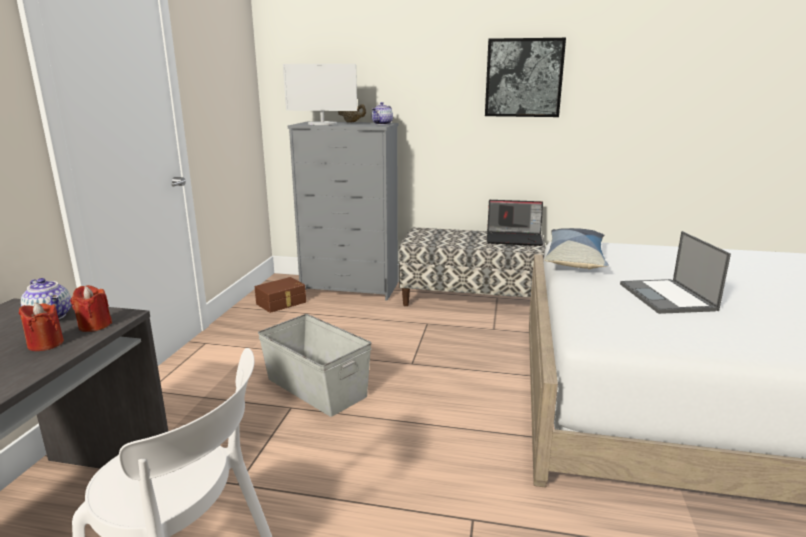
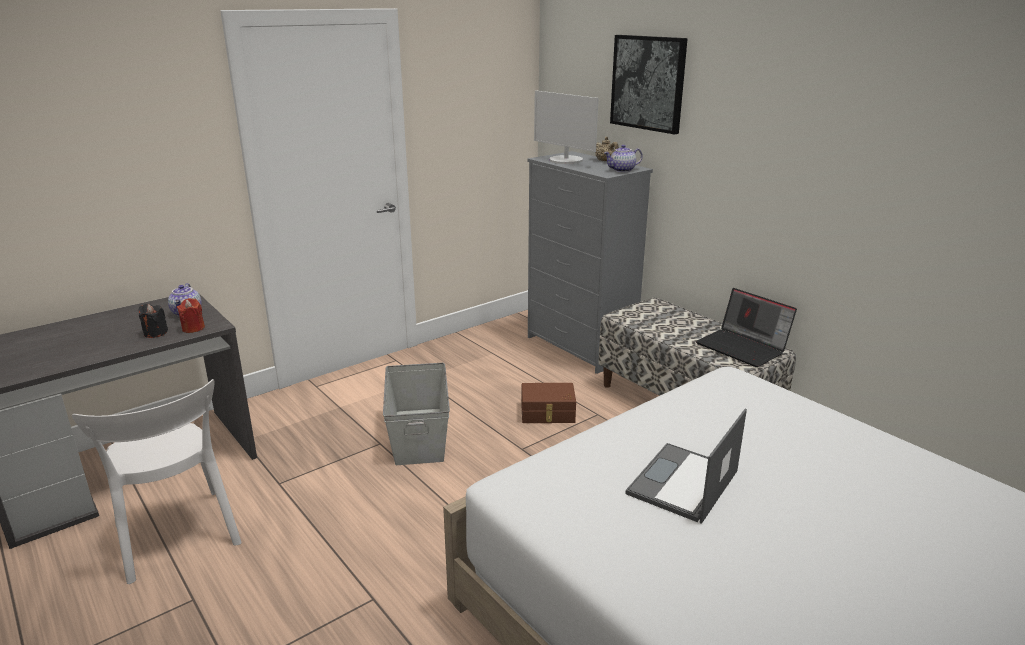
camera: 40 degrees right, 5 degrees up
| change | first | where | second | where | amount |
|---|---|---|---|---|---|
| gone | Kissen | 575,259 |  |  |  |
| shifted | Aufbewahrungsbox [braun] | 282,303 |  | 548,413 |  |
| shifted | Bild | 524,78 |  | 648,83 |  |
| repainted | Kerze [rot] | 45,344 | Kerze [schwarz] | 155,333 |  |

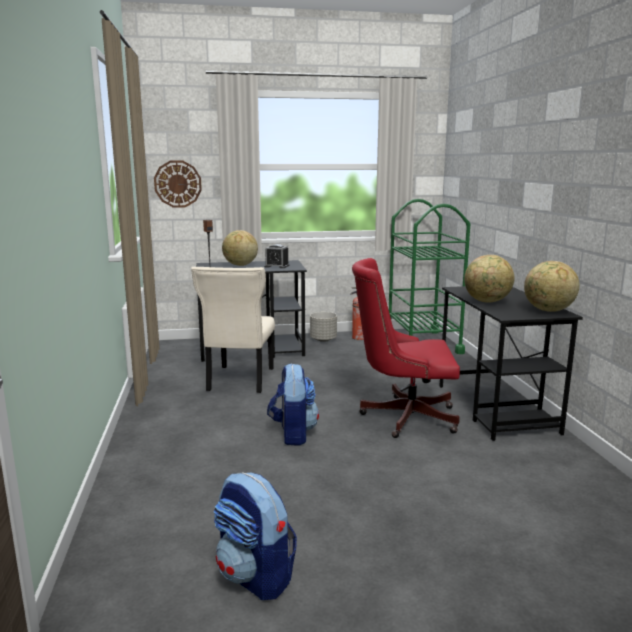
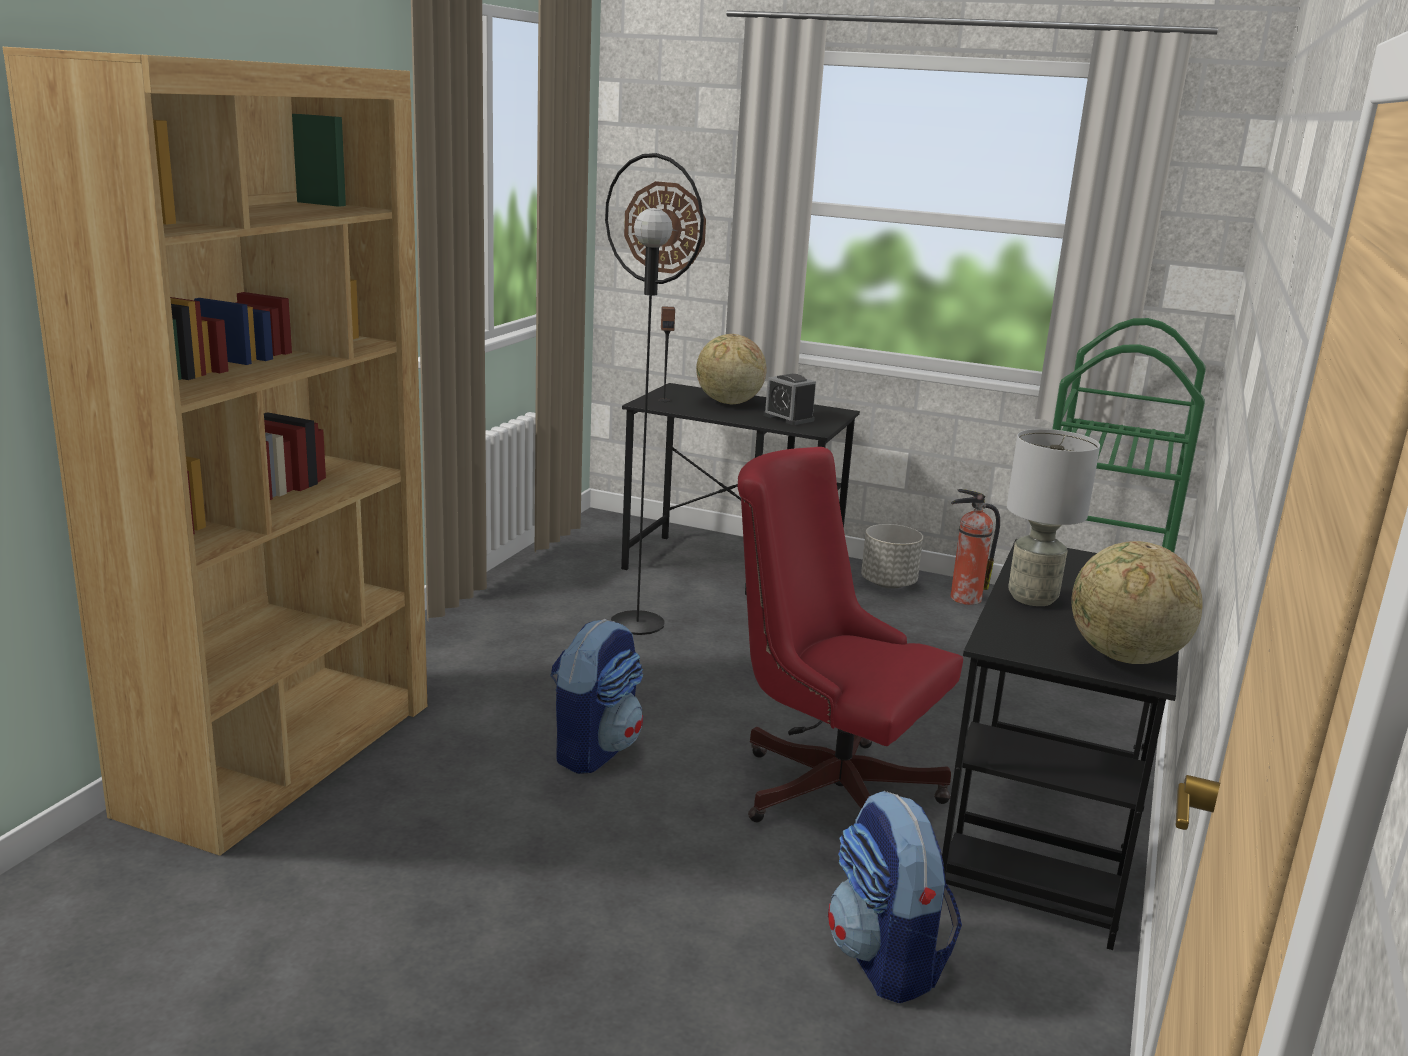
camera: 30 degrees right, 5 degrees up
| change | first | where | second | where | amount |
|---|---|---|---|---|---|
| new |  |  | Bücherregal [braun] | 283,756 |  |
| shifted | Rucksack | 255,576 |  | 886,960 |  |
| swapped | Stuhl [beige] | 239,380 | Stehlampe [schwarz] | 636,623 |  |
| swapped | Globus | 487,302 | Tischlampe [grau] | 1032,599 |  |

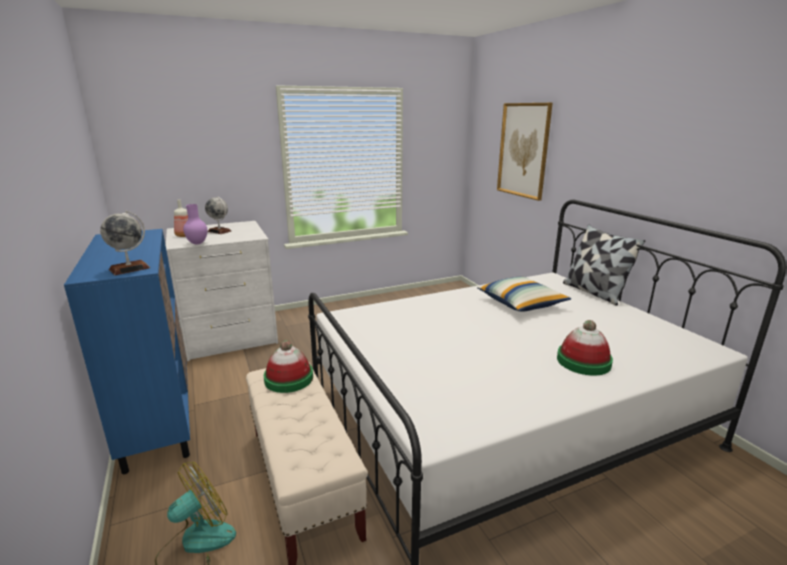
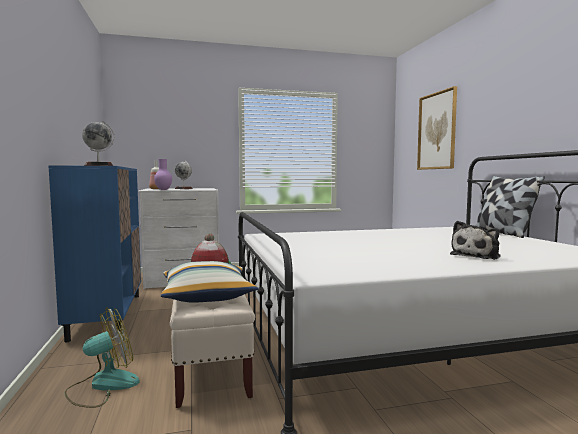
camera: 10 degrees right, 15 degrees down
| change | first | where | second | where | amount |
|---|---|---|---|---|---|
| shifted | Kissen | 521,304 |  | 207,296 |  |
| swapped | Hut | 583,361 | Plüschtier | 477,256 |  |

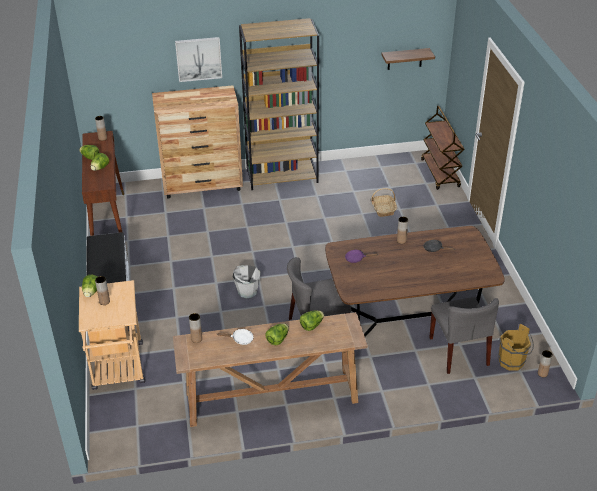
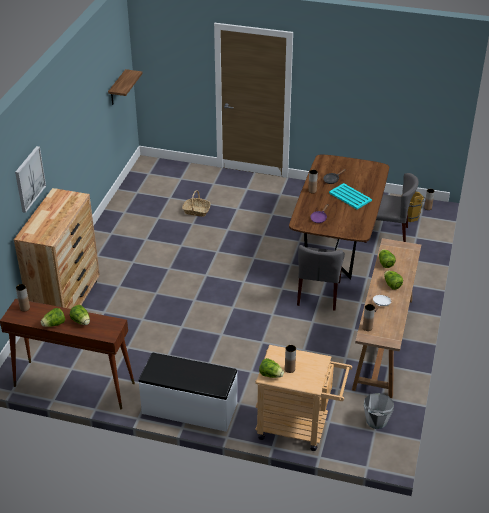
camera: 65 degrees left, 0 degrees up
| change | first | where | second | where | amount |
|---|---|---|---|---|---|
| gone | Bücherregal [braun] | 282,176 |  |  |  |
| gone | Rollwagen [braun] | 440,173 |  |  |  |
| new |  |  | Tablett [türkis] | 350,197 |  |
| shifted | Eimer [grau] | 247,291 |  | 376,421 |  |

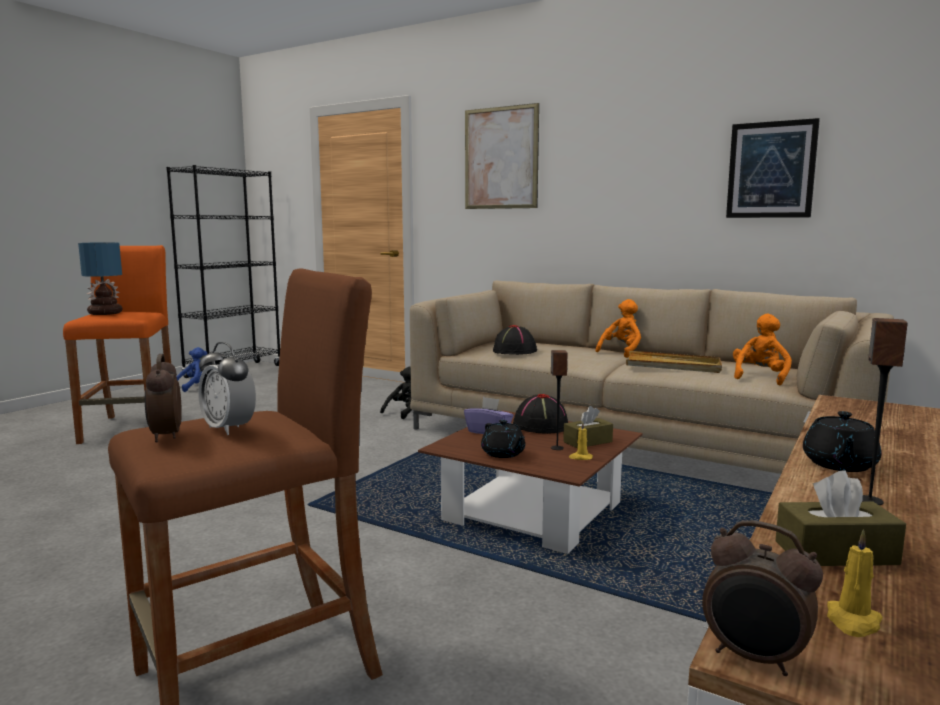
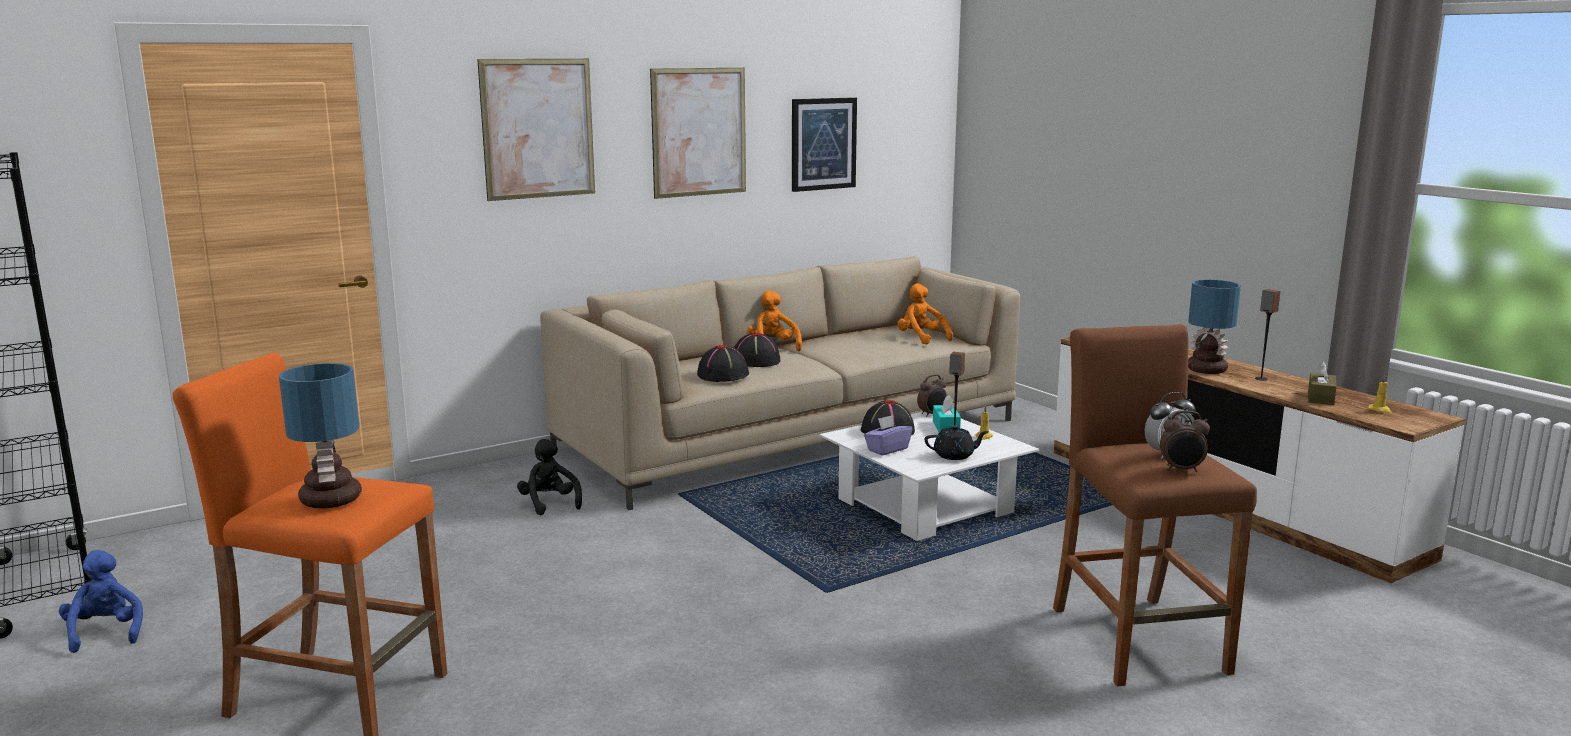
camera: 65 degrees left, 5 degrees up
| change | first | where | second | where | amount |
|---|---|---|---|---|---|
| gone | Tablett [beige] | 673,366 |  |  |  |
| new |  |  | Bild | 699,132 |  |
| new |  |  | Hut [schwarz] | 755,361 |  |
| shifted | Wecker | 754,659 |  | 932,414 |  |
| swapped | Teekanne [schwarz] | 839,465 | Tischlampe | 1208,370 |  |
| repainted | Couchtisch [braun] | 533,512 | Couchtisch [weiß] | 925,506 |  |
| repainted | Taschentuchbox [braun] | 587,442 | Taschentuchbox [türkis] | 946,427 |  |

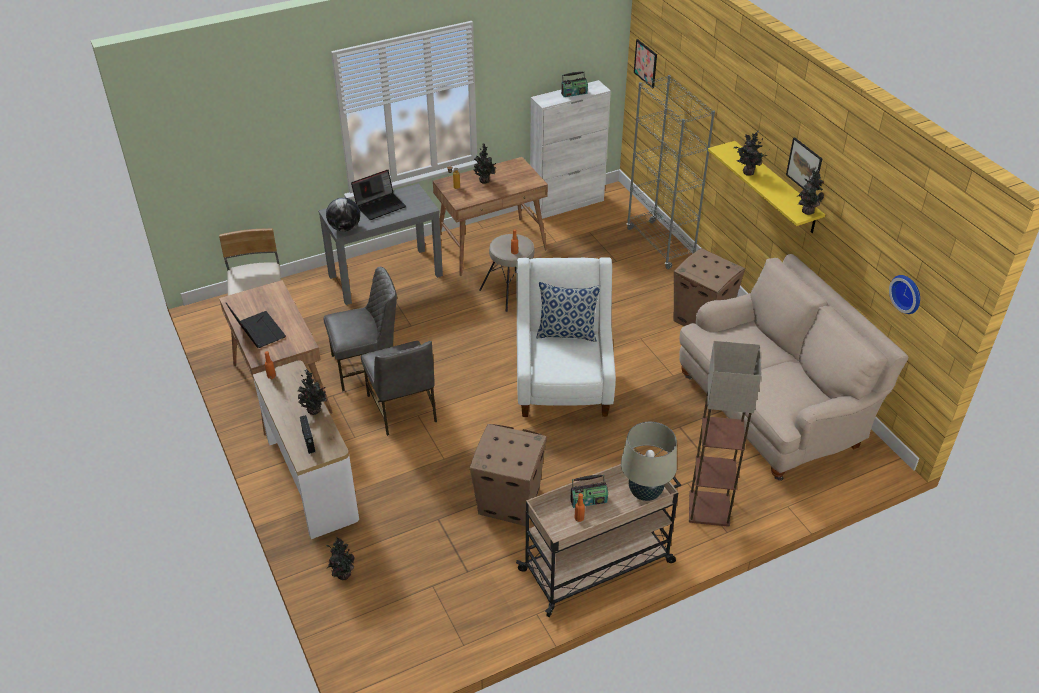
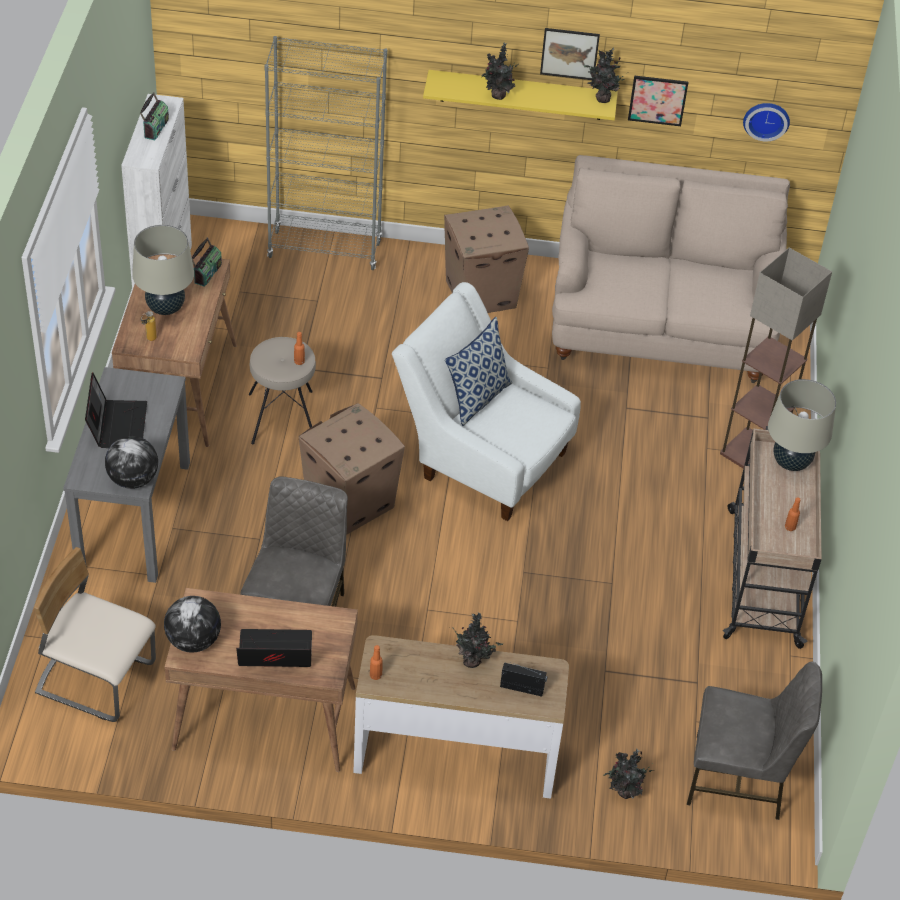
camera: 60 degrees left, 5 degrees up
| change | first | where | second | where | amount |
|---|---|---|---|---|---|
| new |  |  | Globus | 193,641 |  |
| shifted | Stuhl [grau] | 403,409 |  | 739,779 |  |
| shifted | Karton | 508,501 |  | 348,503 |  |
| shifted | Radio | 588,500 |  | 207,273 |  |
| shifted | Bild | 645,63 |  | 657,100 |  |
| swapped | Topfpflanze | 484,181 | Tischlampe [beige] | 165,308 |  |

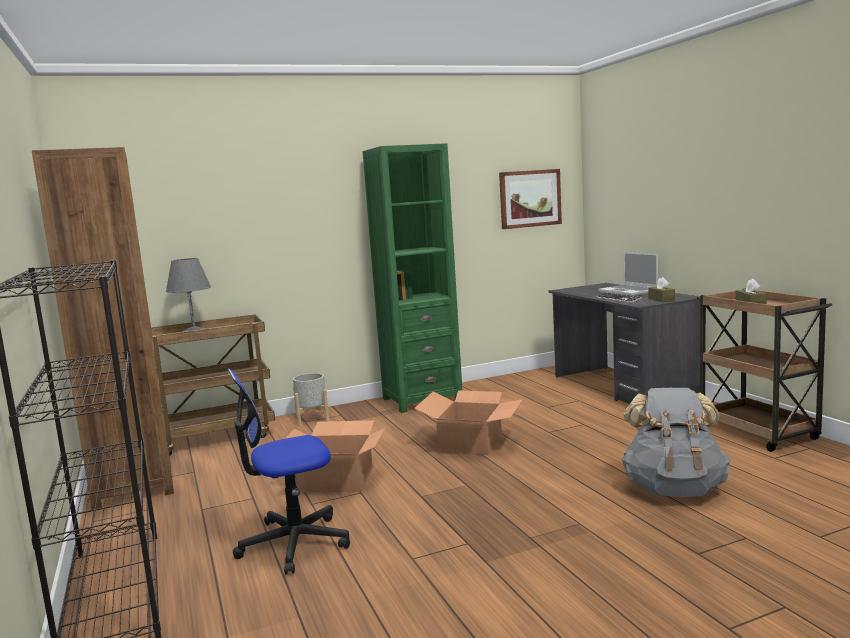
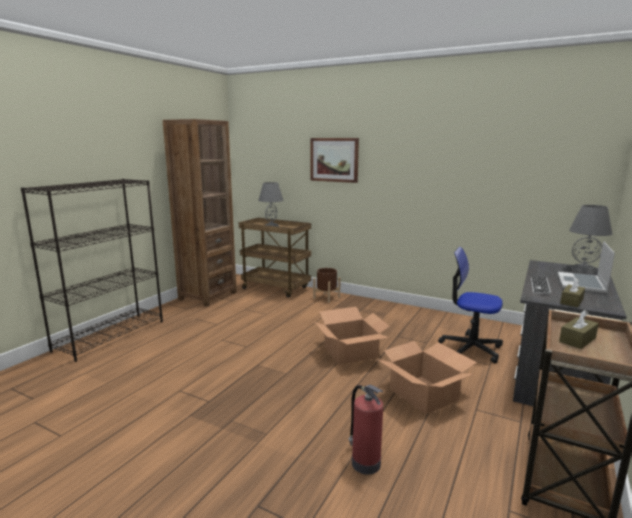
camera: 50 degrees right, 5 degrees up
| change | first | where | second | where | amount |
|---|---|---|---|---|---|
| gone | Bücherregal [grün] | 422,399 |  |  |  |
| new |  |  | Tischlampe [grau] | 583,269 |  |
| shifted | Bürostuhl | 293,543 |  | 470,348 |  |
| shifted | Karton | 336,479 |  | 424,394 |  |
| shifted | Bild | 530,198 |  | 334,160 |  |
| swapped | Rucksack [grau] | 674,489 | Feuerlöscher | 365,462 |  |
| repainted | Pflanzkübel [grau] | 312,419 | Pflanzkübel [braun] | 326,297 |  |

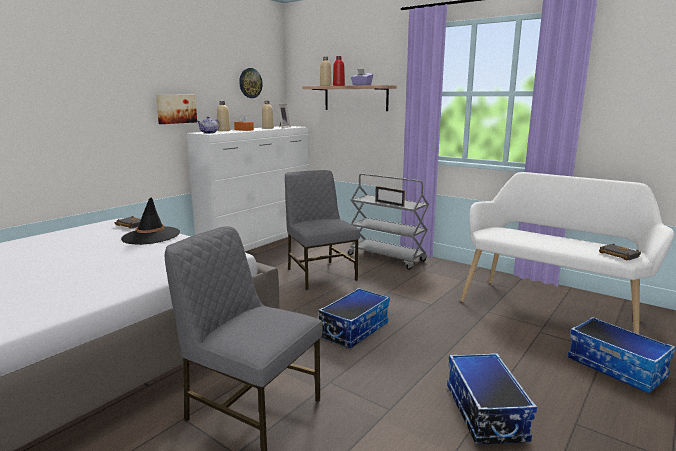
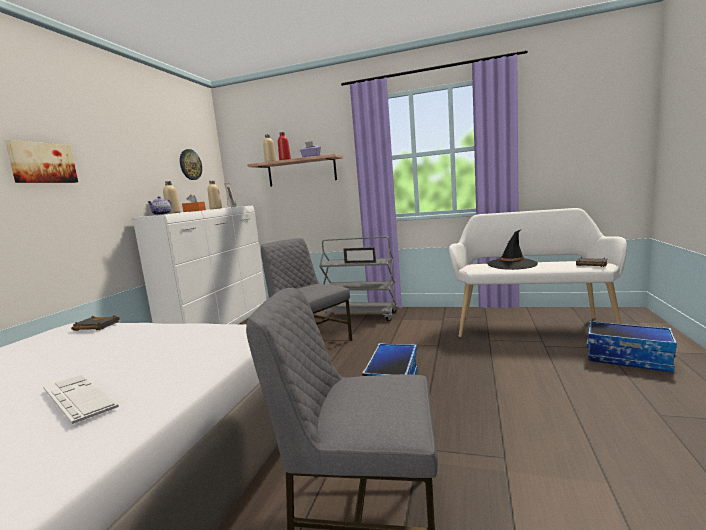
camera: 20 degrees left, 5 degrees down
| change | first | where | second | where | amount |
|---|---|---|---|---|---|
| gone | Aufbewahrungsbox | 484,412 |  |  |  |
| new |  |  | Tastatur | 79,398 |  |
| shifted | Hut [schwarz] | 151,236 |  | 512,264 |  |
| shifted | Bild | 176,109 |  | 42,163 |  |

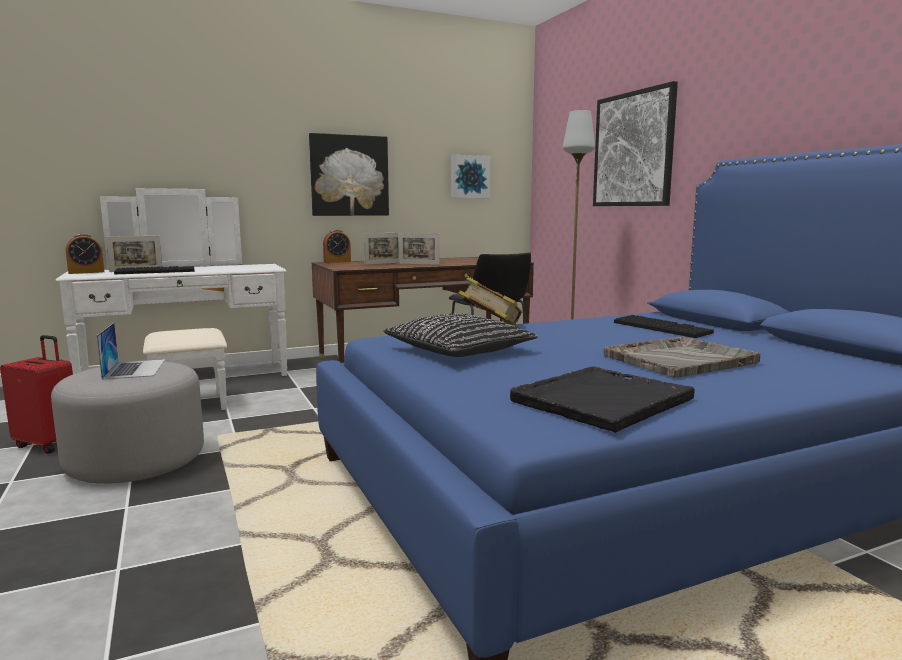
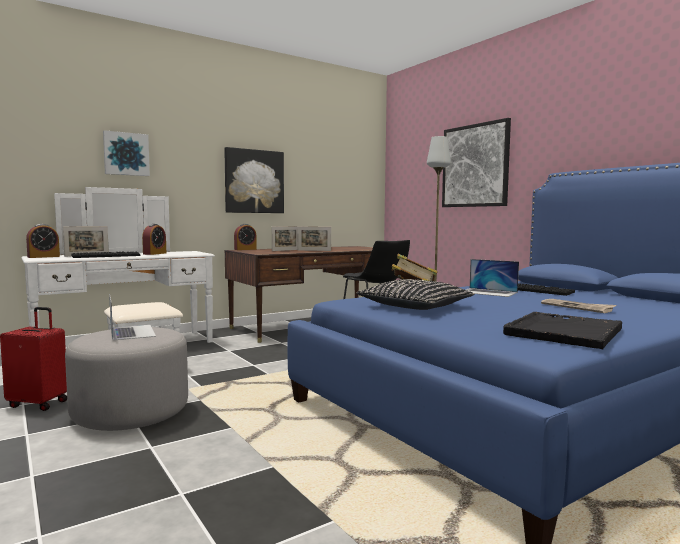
camera: 10 degrees left, 5 degrees down
| change | first | where | second | where | amount |
|---|---|---|---|---|---|
| new |  |  | Wecker | 154,253 |  |
| new |  |  | Laptop | 488,292 |  |
| shifted | Bild | 469,177 |  | 126,154 |  |
| swapped | Tablett [grau] | 681,359 | Zeitung | 577,307 |  |

